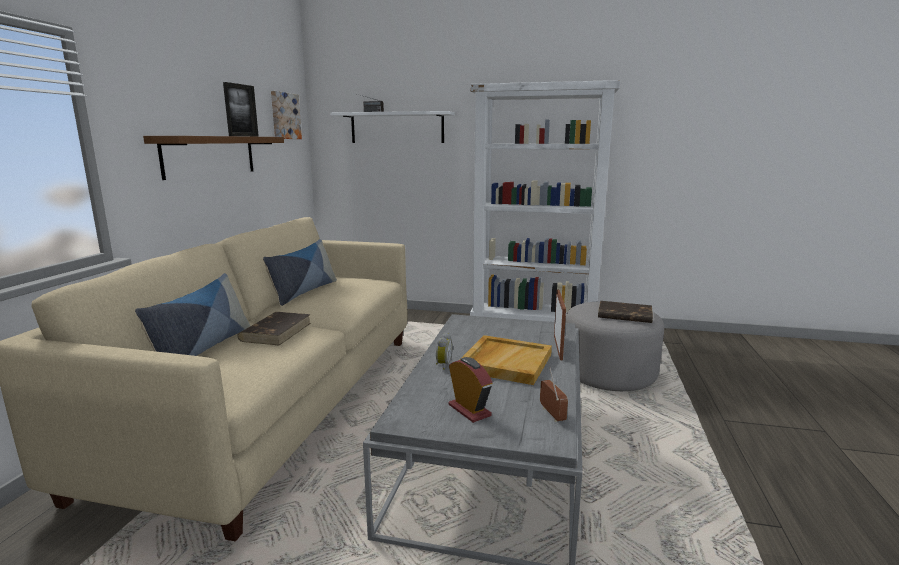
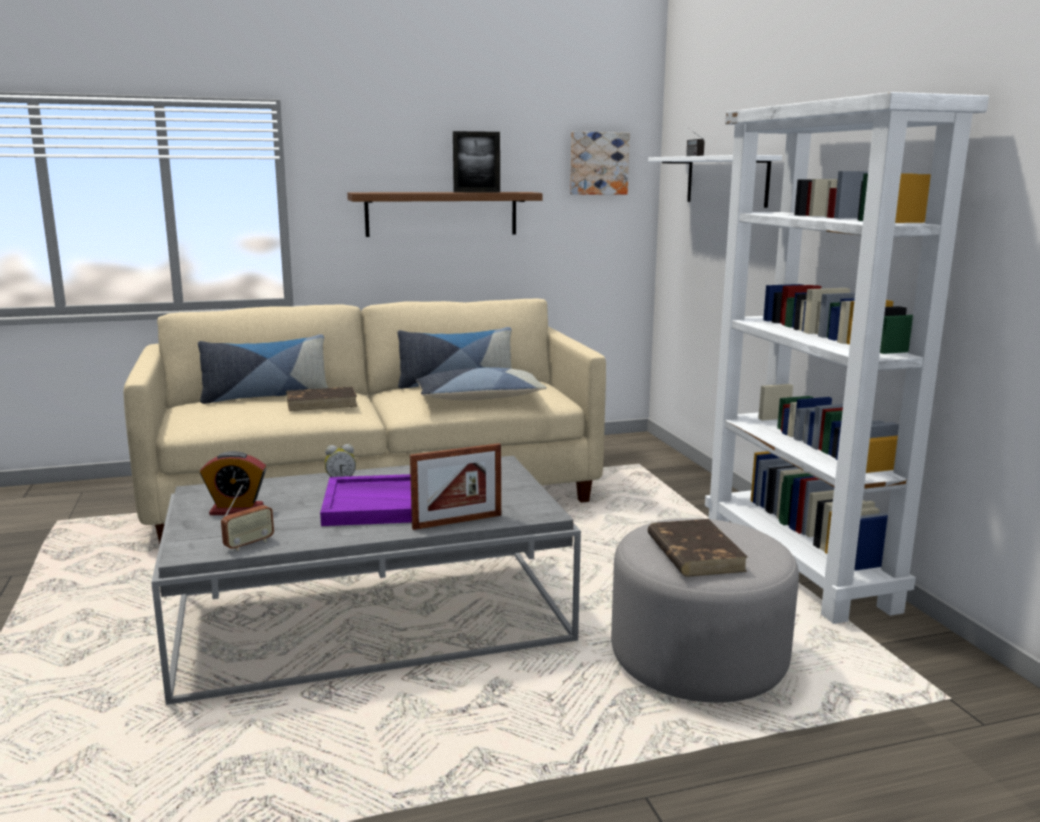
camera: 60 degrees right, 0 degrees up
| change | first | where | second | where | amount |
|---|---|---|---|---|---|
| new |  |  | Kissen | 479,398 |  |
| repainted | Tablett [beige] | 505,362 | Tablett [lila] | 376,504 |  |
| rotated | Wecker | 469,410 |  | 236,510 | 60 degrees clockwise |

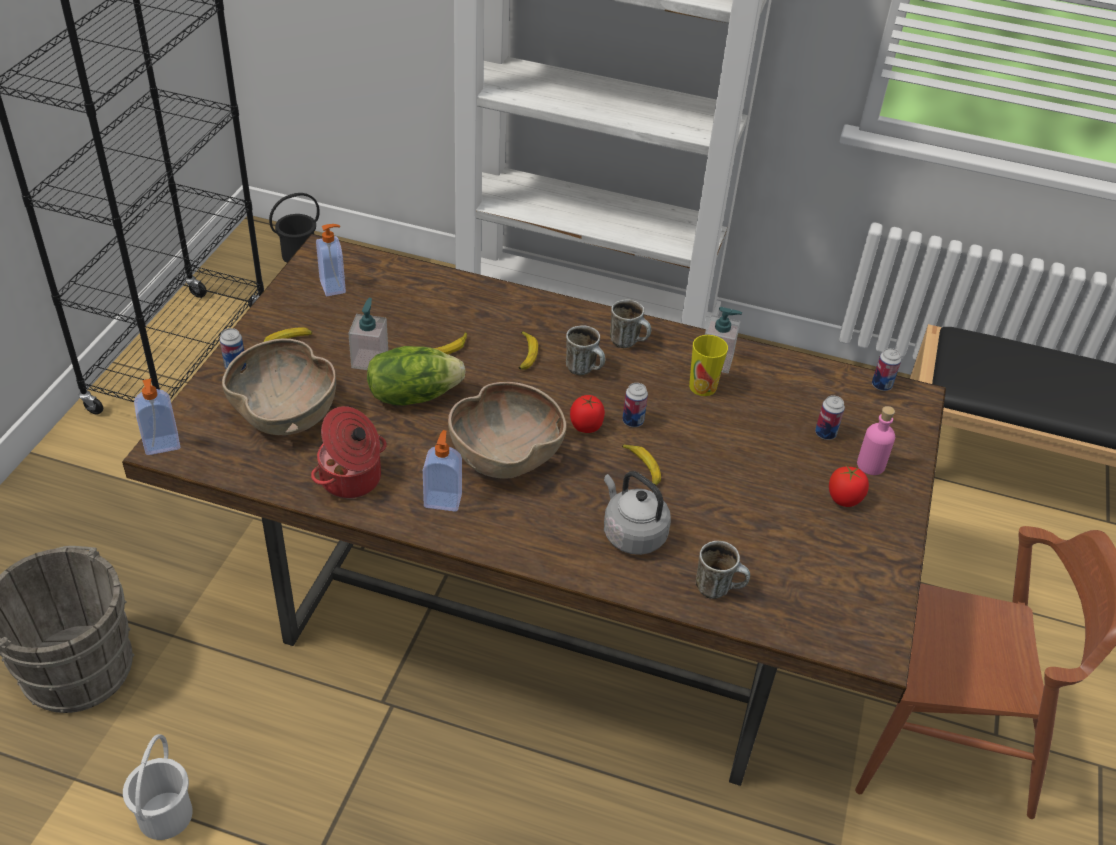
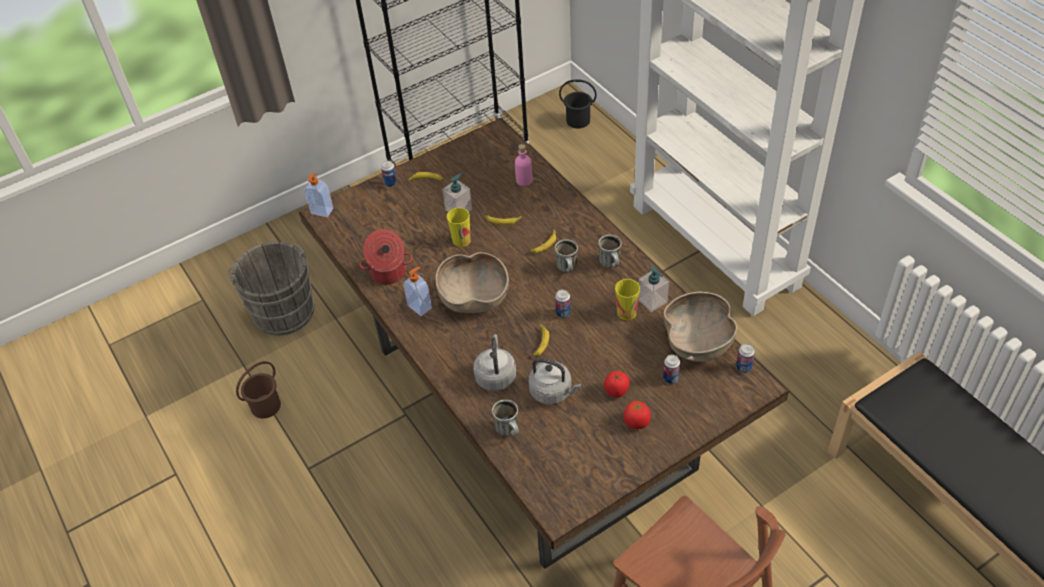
camera: 45 degrees right, 5 degrees up
| change | first | where | second | where | amount |
|---|---|---|---|---|---|
| gone | Seifenspender | 333,286 |  |  |  |
| new |  |  | Wasserkessel [grau] | 553,392 |  |
| shifted | Schüssel [braun] | 285,413 |  | 698,342 |  |
| shifted | Tomate | 586,426 |  | 616,391 |  |
| shifted | Flasche [rosa] | 870,465 |  | 524,180 |  |
| swapped | Salatkopf | 413,395 | Tasse | 461,240 |  |
| repainted | Eimer [weiß] | 164,815 | Eimer [braun] | 265,406 |  |

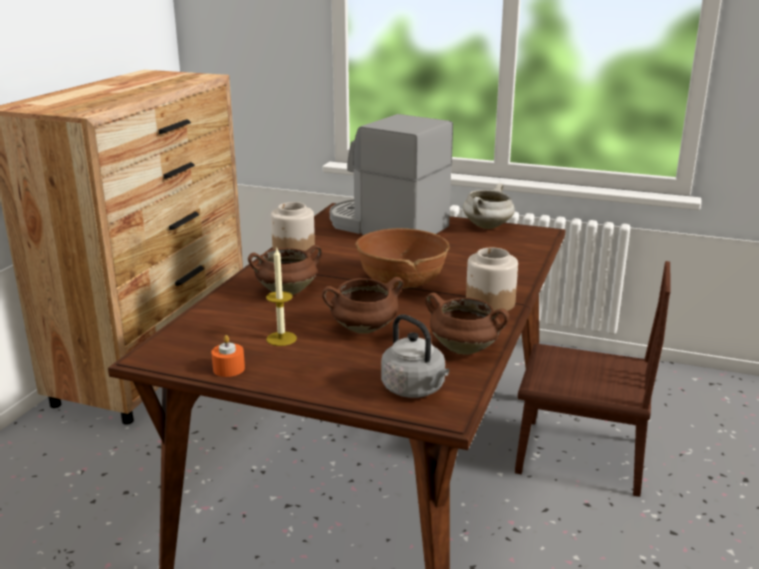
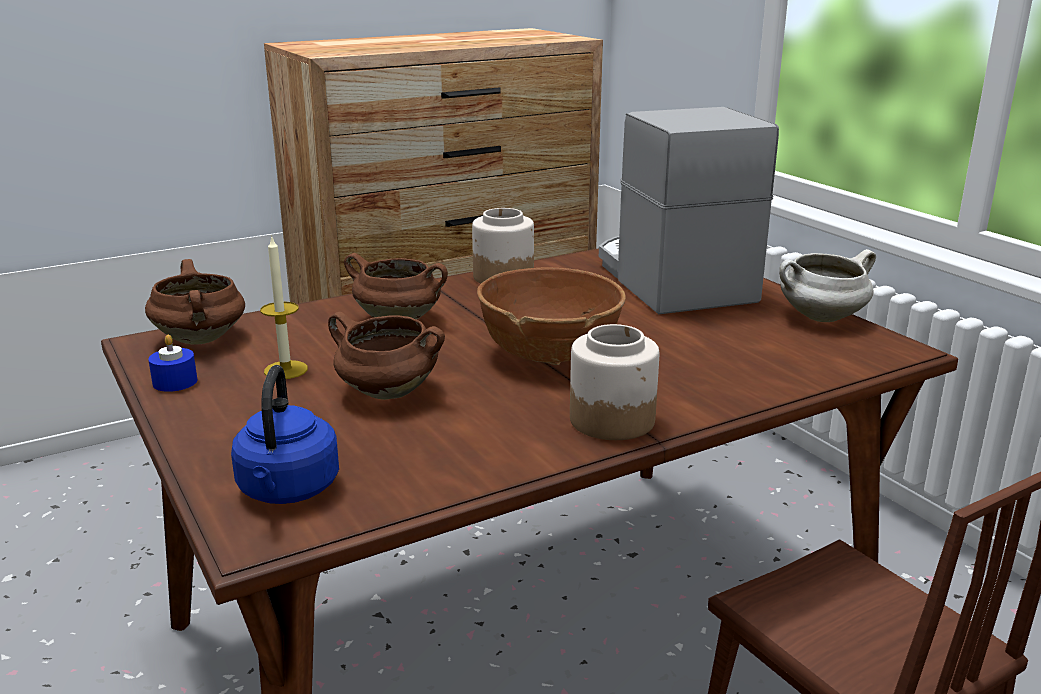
camera: 40 degrees right, 0 degrees up
| change | first | where | second | where | amount |
|---|---|---|---|---|---|
| shifted | Kochtopf [braun] | 465,349 |  | 202,340 |  |
| repainted | Kerze [orange] | 229,369 | Kerze [blau] | 175,382 |  |
| repainted | Wasserkessel [grau] | 415,389 | Wasserkessel [blau] | 287,491 |  |

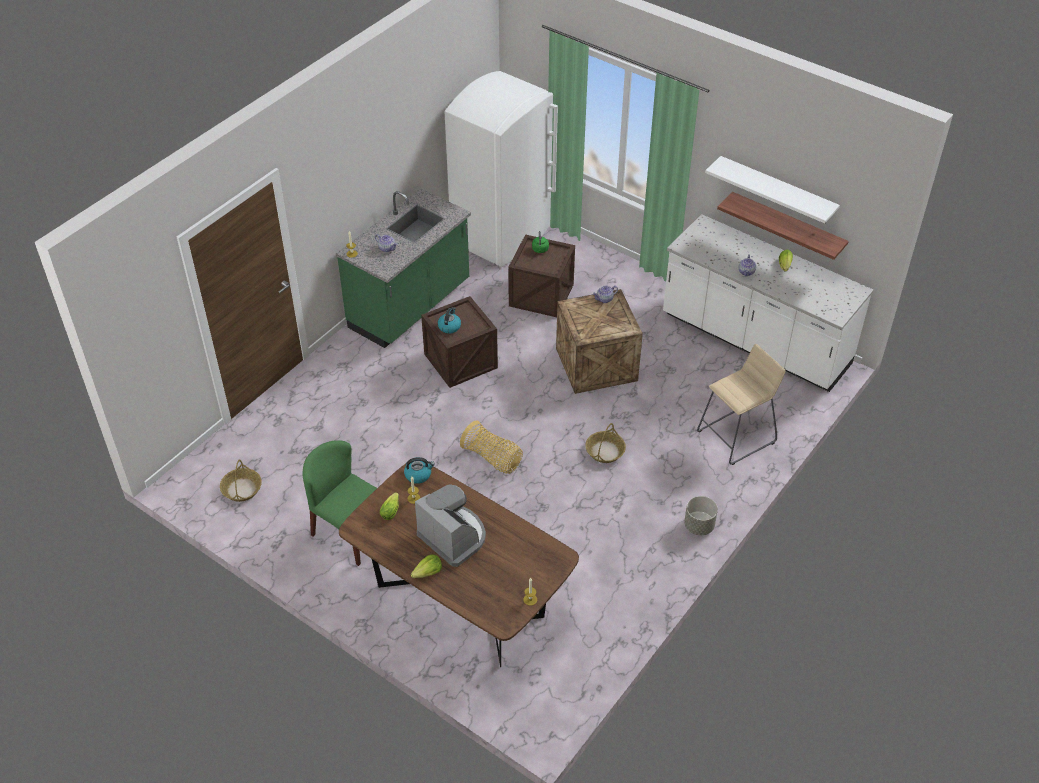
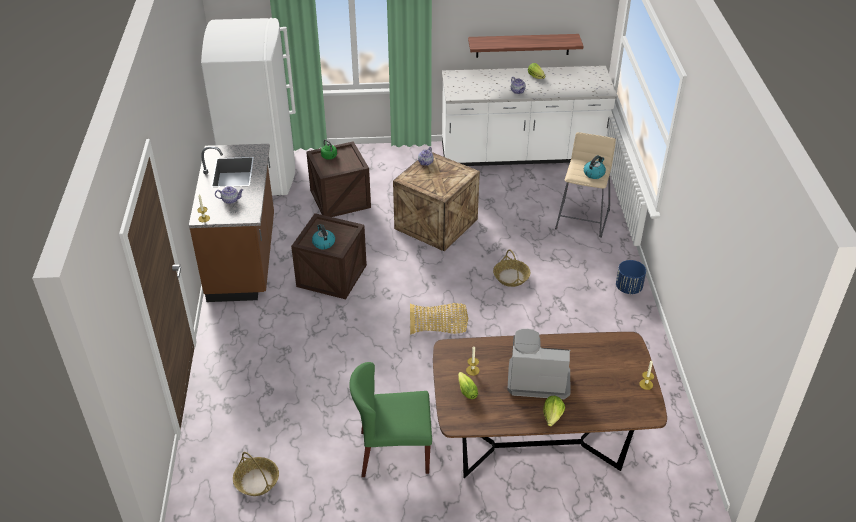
camera: 40 degrees left, 5 degrees down
| change | first | where | second | where | amount |
|---|---|---|---|---|---|
| gone | Wandregal [weiß] | 777,190 |  |  |  |
| shifted | Wasserkessel | 418,475 |  | 594,173 |  |
| repainted | Küchenzeile [grün] | 410,306 | Küchenzeile [braun] | 244,258 |  |
| repainted | Pflanzkübel [grau] | 699,526 | Pflanzkübel [blau] | 629,288 |  |

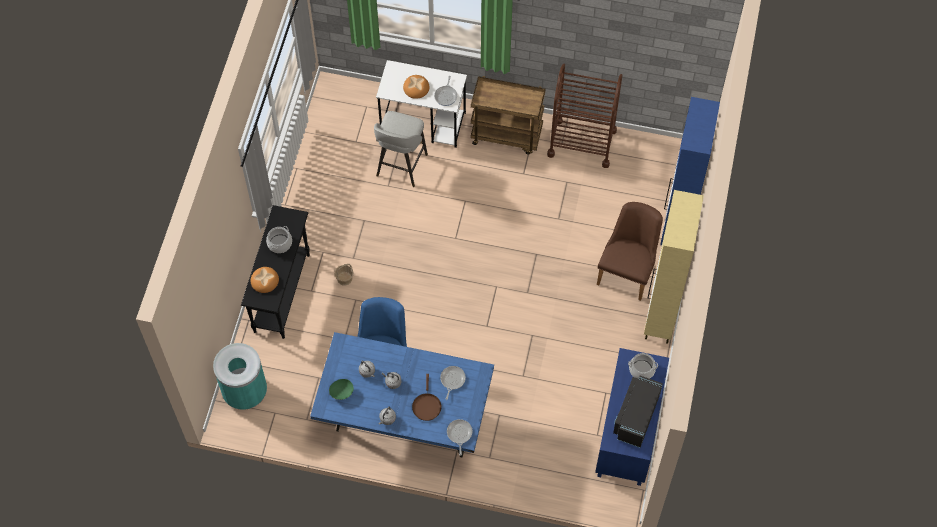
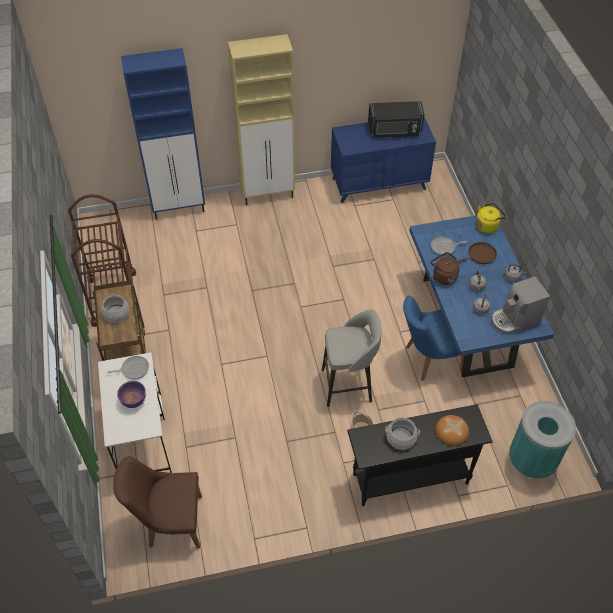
camera: 115 degrees left, 10 degrees down
| change | first | where | second | where | amount |
|---|---|---|---|---|---|
| new |  |  | Wasserkessel [braun] | 443,276 |  |
| shifted | Hocker [grau] | 401,166 |  | 348,385 |  |
| shifted | Stuhl [braun] | 628,270 |  | 169,522 |  |
| shifted | Kochtopf | 641,369 |  | 116,313 |  |
| swapped | Schüssel [grün] | 341,393 | Kaffeemaschine | 514,319 |  |
| swapped | Brot | 416,88 | Schüssel [lila] | 134,400 |  |
| swapped | Pfanne | 459,434 | Wasserkessel [gelb] | 487,225 |  |

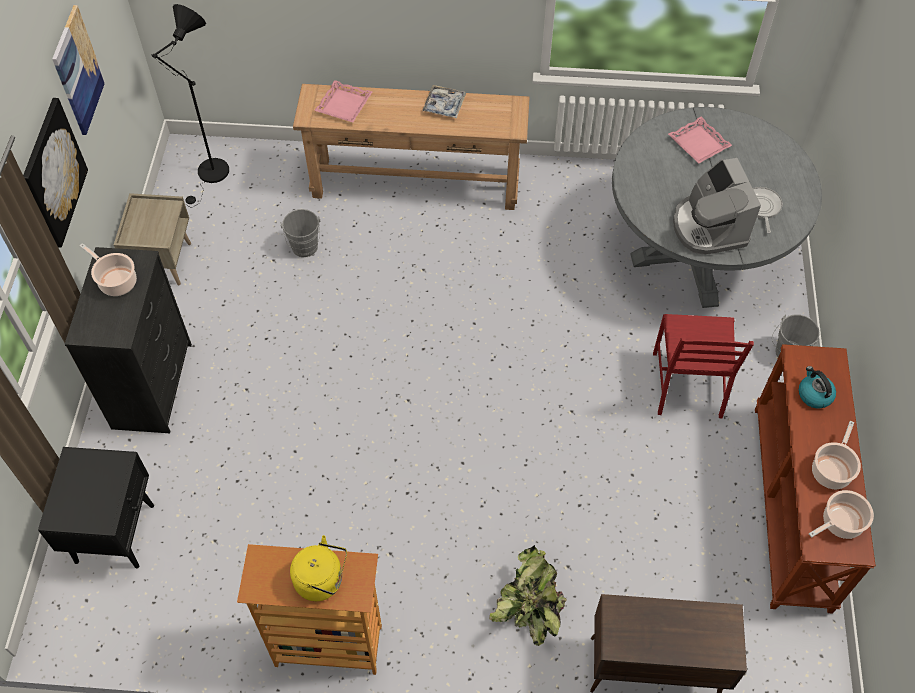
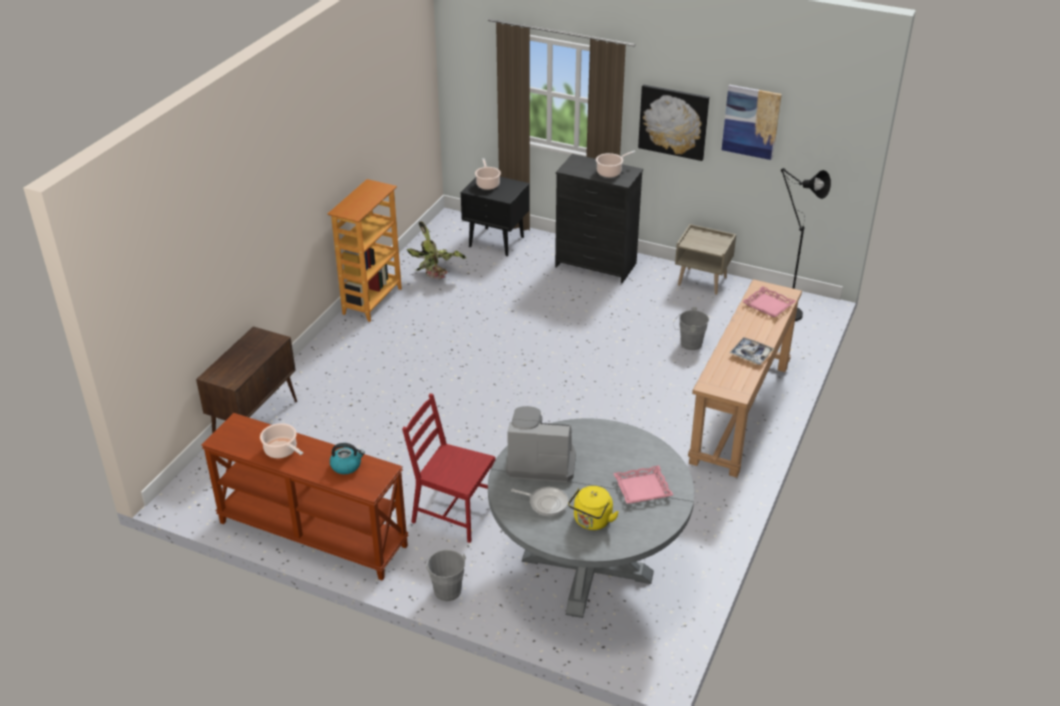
camera: 110 degrees right, 20 degrees down
| change | first | where | second | where | amount |
|---|---|---|---|---|---|
| shifted | Wasserkessel [gelb] | 322,580 |  | 591,522 |  |
| shifted | Topfpflanze | 530,607 |  | 439,274 |  |
| shifted | Kochtopf | 840,523 |  | 487,184 |  |

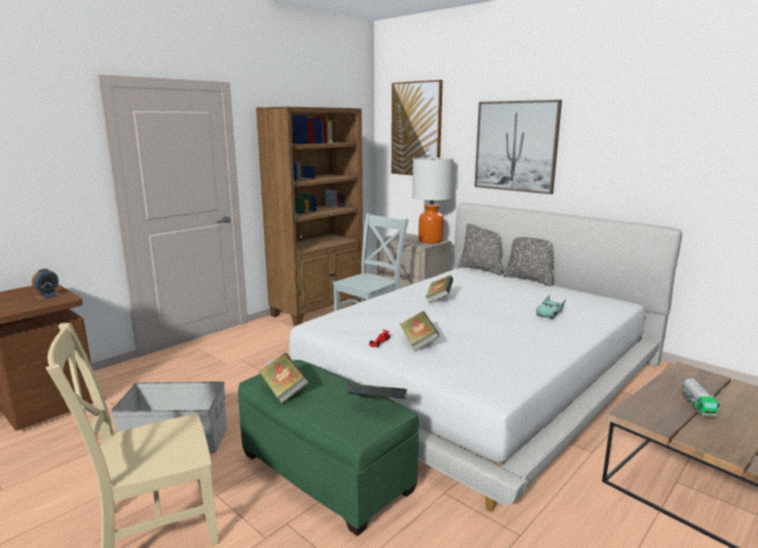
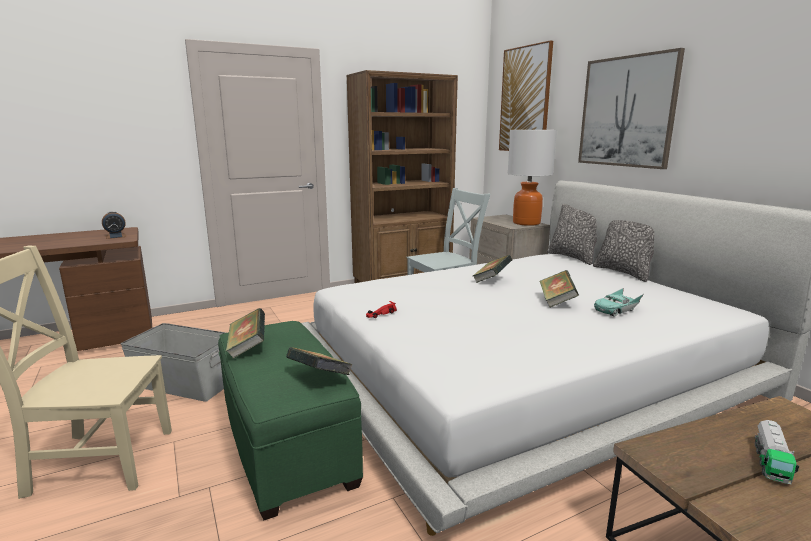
camera: 20 degrees right, 0 degrees up
| change | first | where | second | where | amount |
|---|---|---|---|---|---|
| shifted | Buch | 418,342 |  | 556,301 |  |

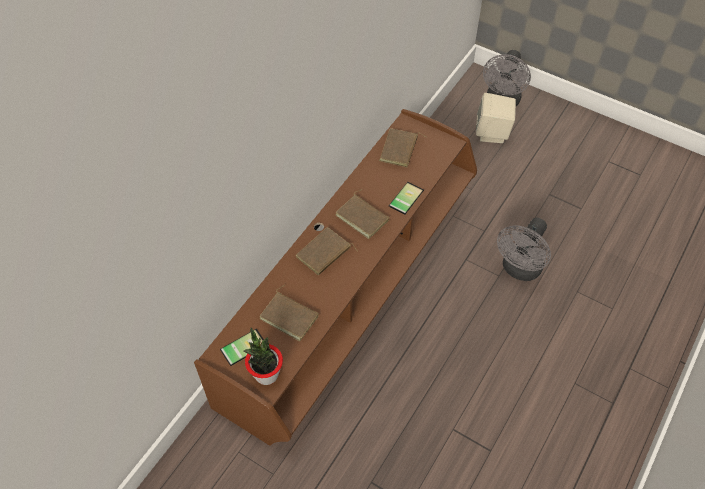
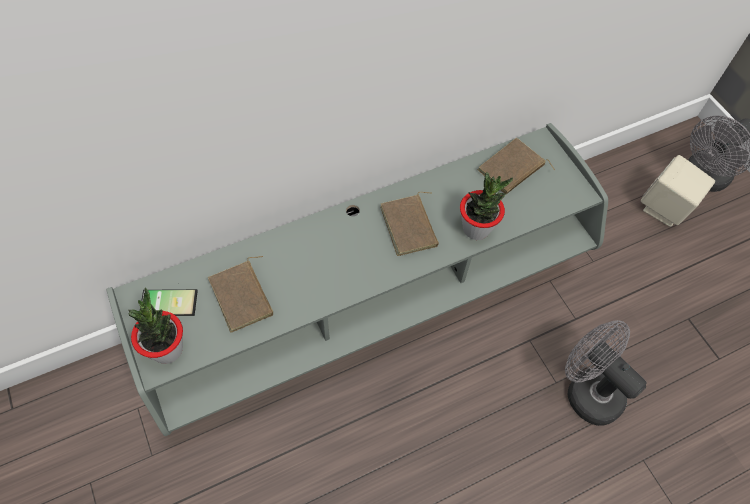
camera: 30 degrees right, 5 degrees up
| change | first | where | second | where | amount |
|---|---|---|---|---|---|
| gone | Buch [braun] | 324,254 |  |  |  |
| swapped | Handy | 404,197 | Topfpflanze | 476,228 |  |
| repainted | Fernsehschrank [braun] | 352,295 | Fernsehschrank [grau] | 372,308 |  |
| rotated | Ventilator [grau] | 519,270 |  | 587,390 | 75 degrees clockwise |

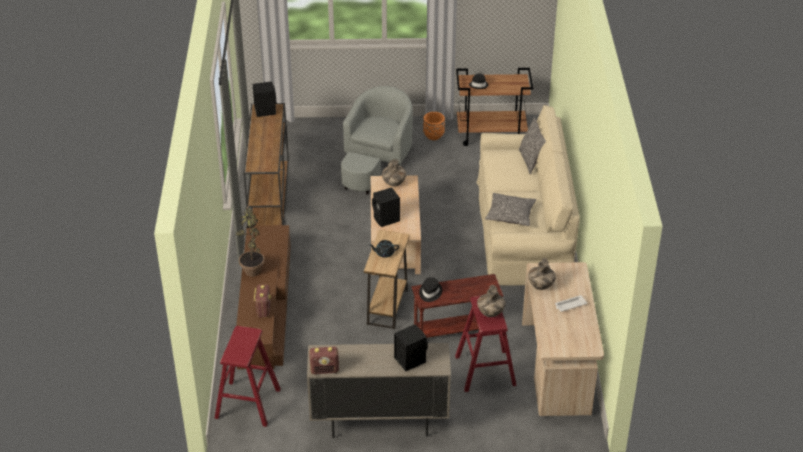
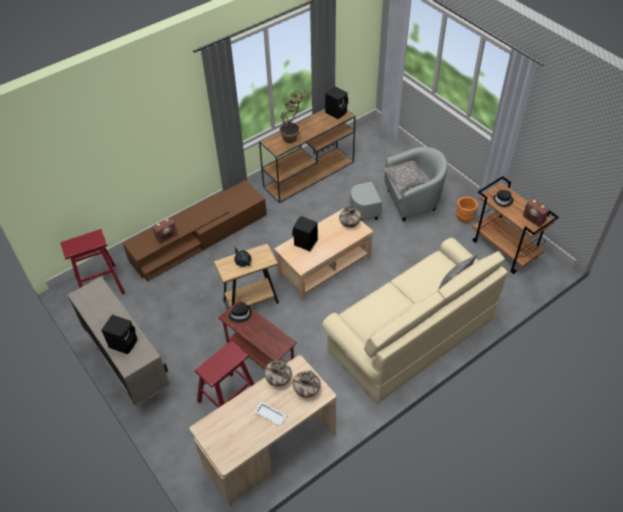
camera: 55 degrees right, 10 degrees up
| change | first | where | second | where | amount |
|---|---|---|---|---|---|
| shifted | Topfpflanze | 253,267 |  | 293,137 |  |
| shifted | Radio | 325,370 |  | 533,220 |  |
| shifted | Vase | 490,313 |  | 306,390 |  |
| shifted | Kissen | 510,215 |  | 405,179 |  |

